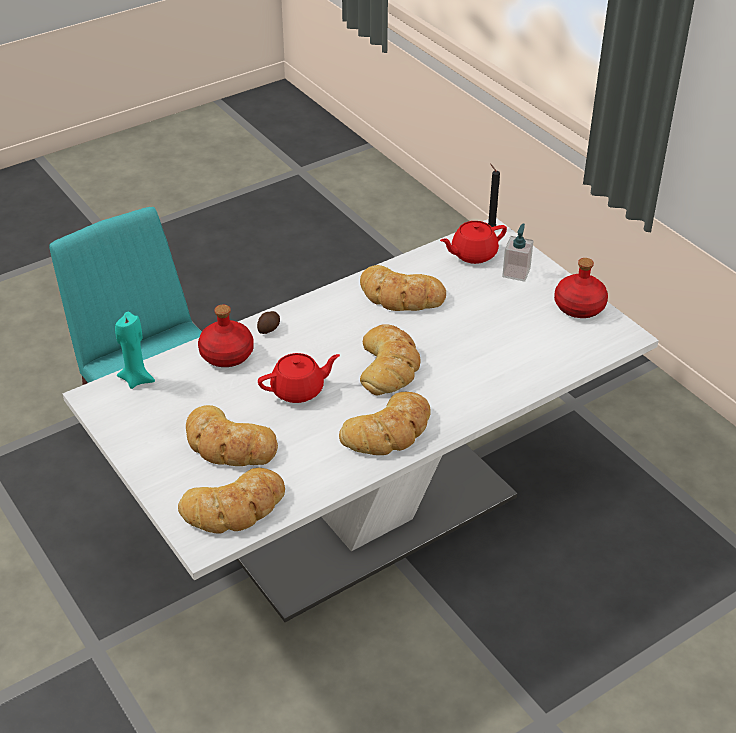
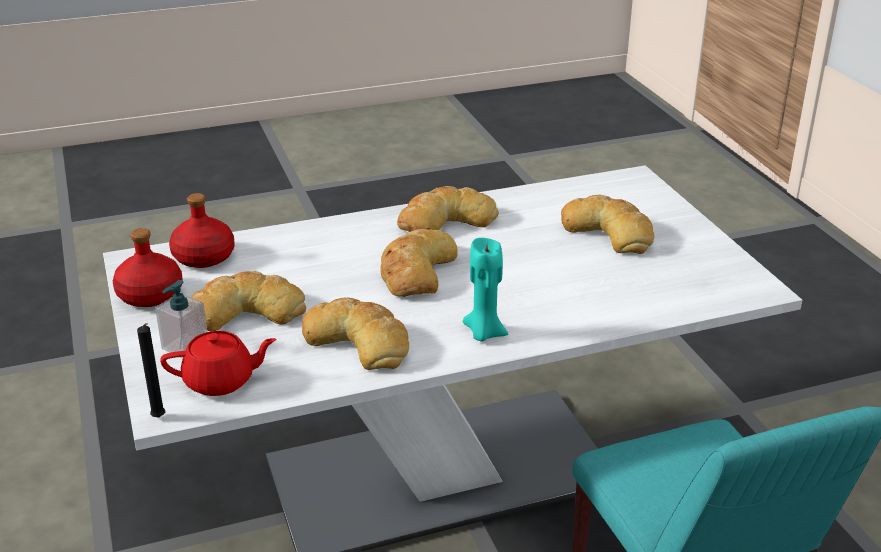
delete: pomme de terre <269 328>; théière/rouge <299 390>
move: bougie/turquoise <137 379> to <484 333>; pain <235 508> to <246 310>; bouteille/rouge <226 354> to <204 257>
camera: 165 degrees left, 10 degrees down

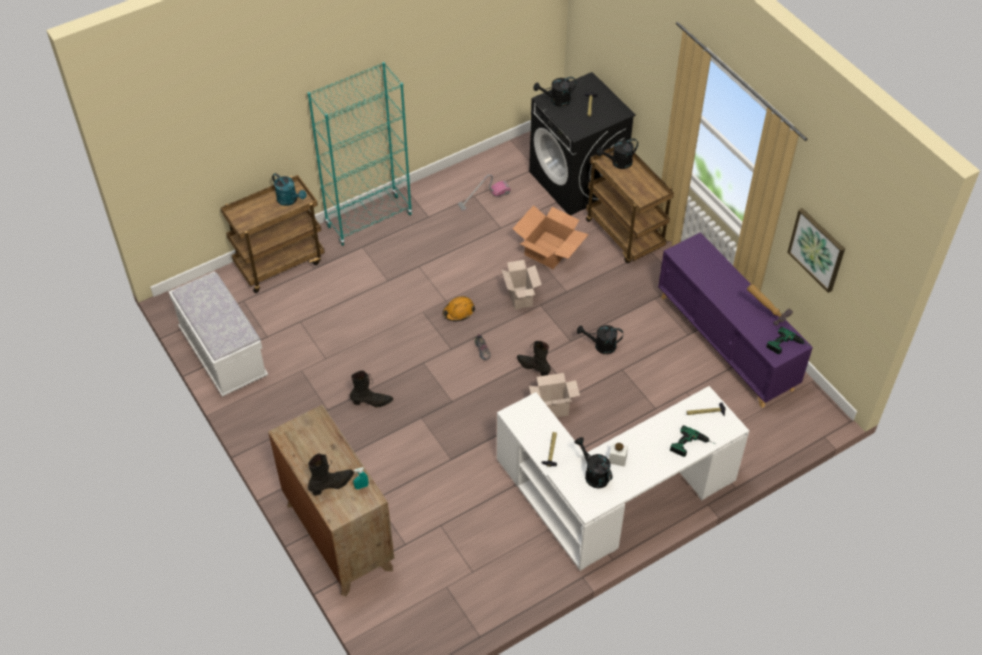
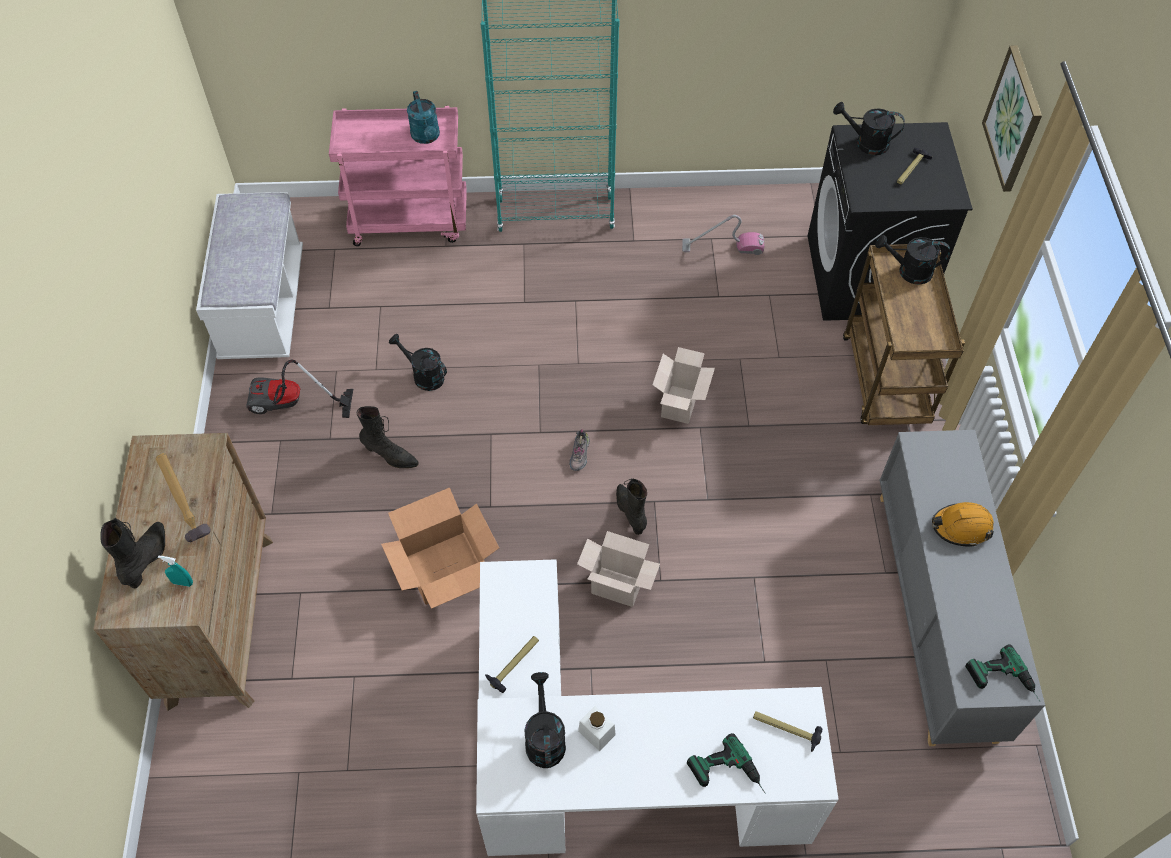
insert: aspirateur <291 406>
move: casque de chantier/orange <458 312> to <961 527>; carton <549 250> to <445 568>; arrosoir/noir <601 346> to <423 375>; marteau <766 315> to <194 516>; tableau <817 249> to <1014 119>
recolor: chariot/marron <280 263> to chariot/rose <410 221>; meuble de rangement/violet <726 342> to meuble de rangement/gris <936 613>
rotate: botte/noir <332 485> = <148 559> 75 degrees counterclockwise
camera: 30 degrees right, 5 degrees up

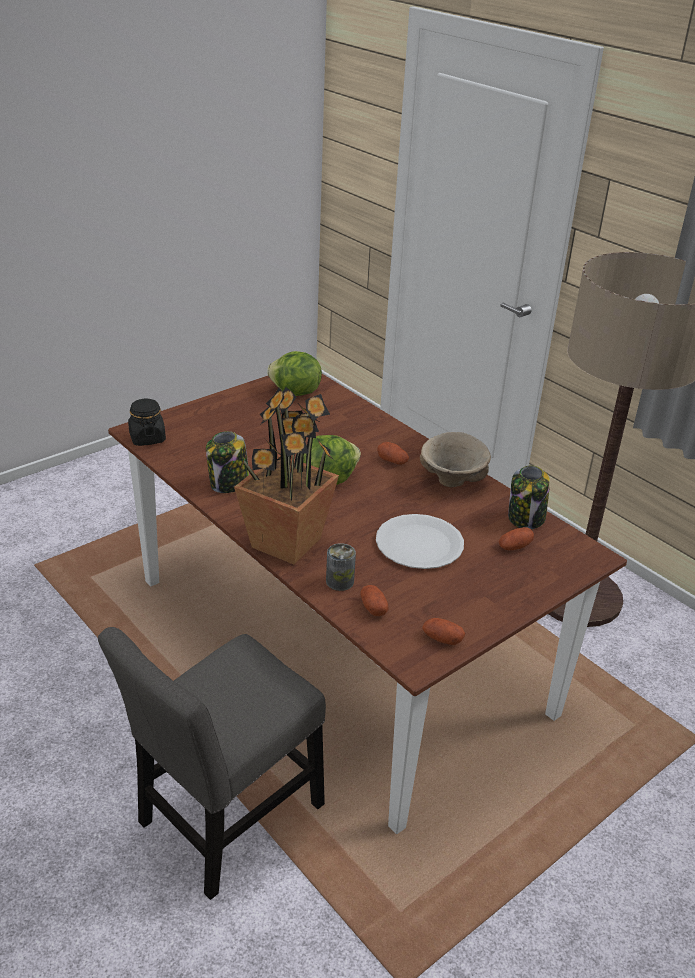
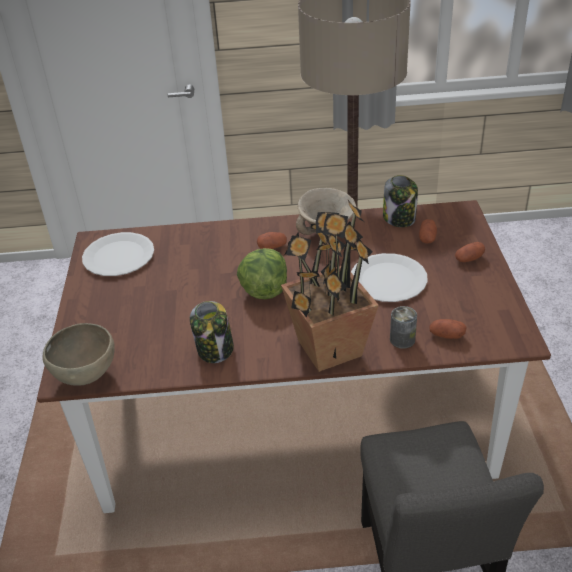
move: pomme de terre <442 639> to <469 259>
replace: bocal/noir <147 438> to bol/marron <87 376>; laitue <295 393> to assiette/blanc <119 256>
camera: 50 degrees left, 5 degrees up

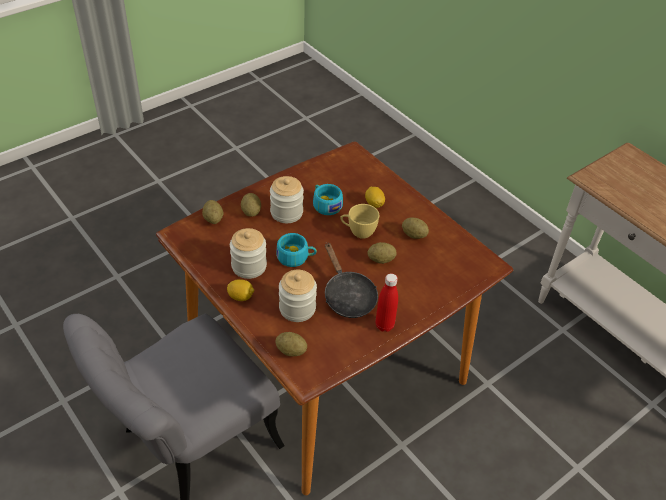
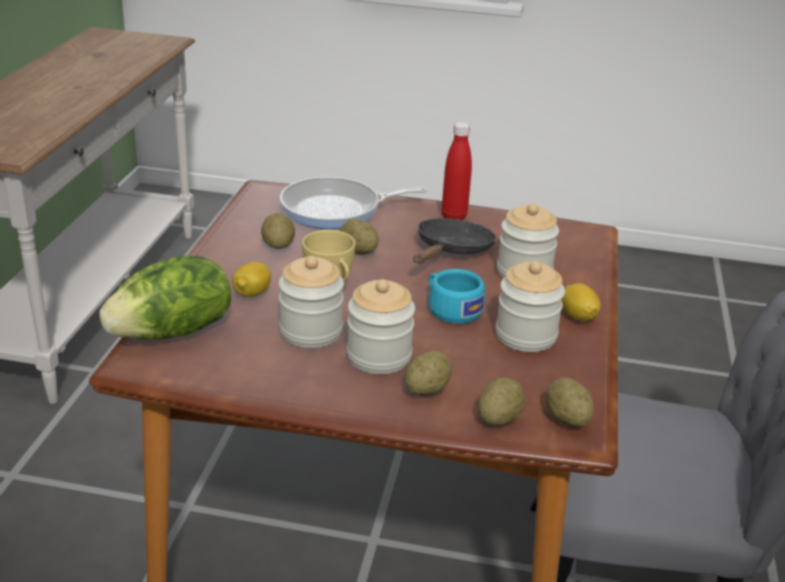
insert: laitue <173 332>; poêle <336 210>
move: pomme de terre <291 351> to <566 419>
replace: tasse/turquoise <325 204> to bocal <311 332>
camera: 130 degrees left, 15 degrees down

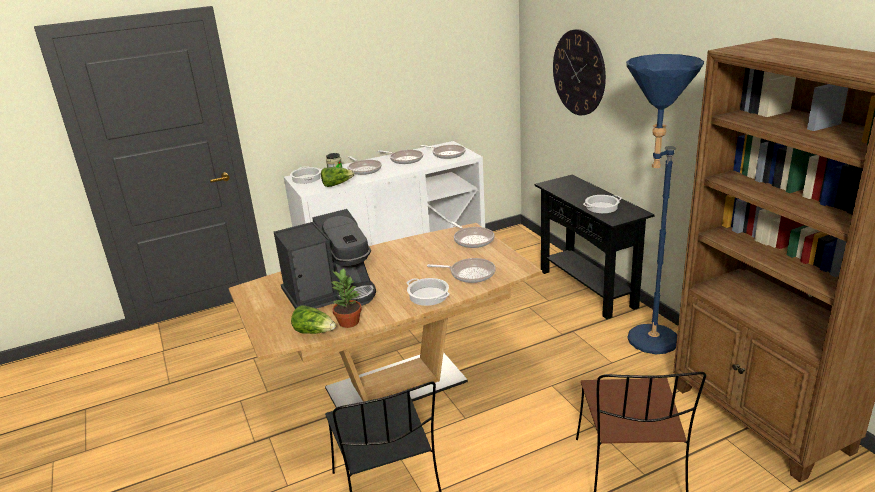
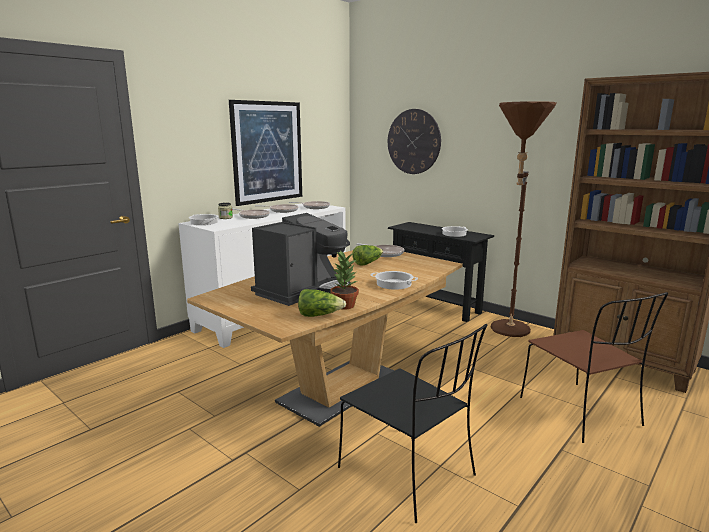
delete: poêle <469 274>
insert: tableau <267 152>
move: laitue <337 184> to <367 263>
recolor: lampadaire/bleu <644 344> to lampadaire/marron <507 332>
camera: 25 degrees left, 10 degrees down

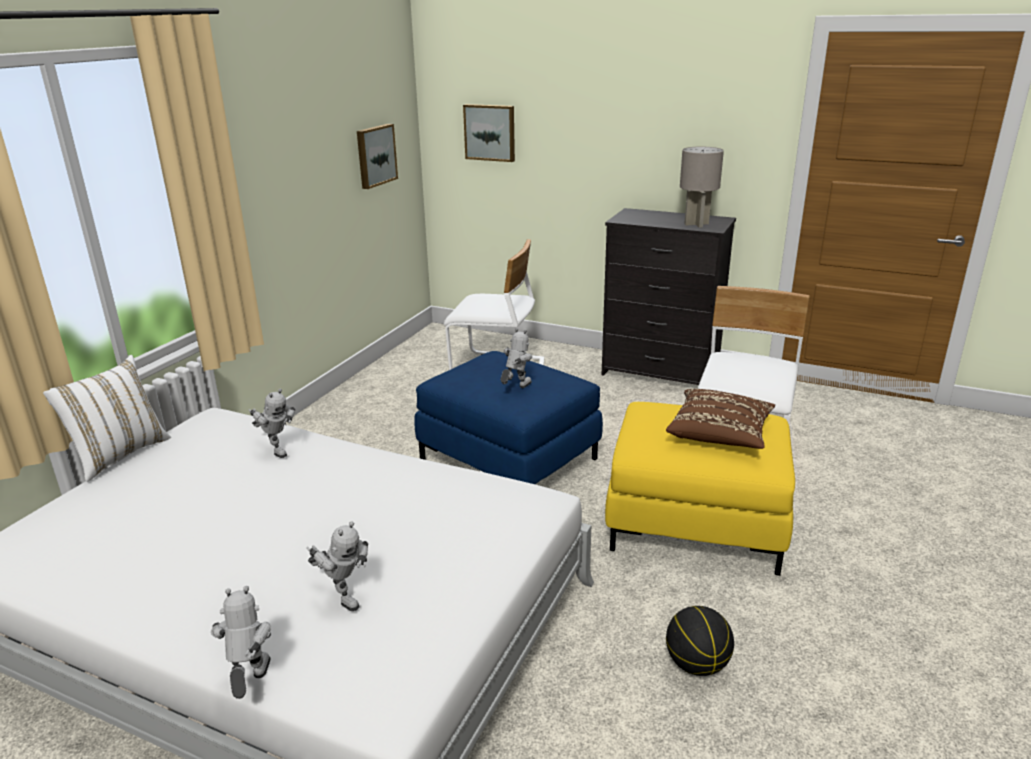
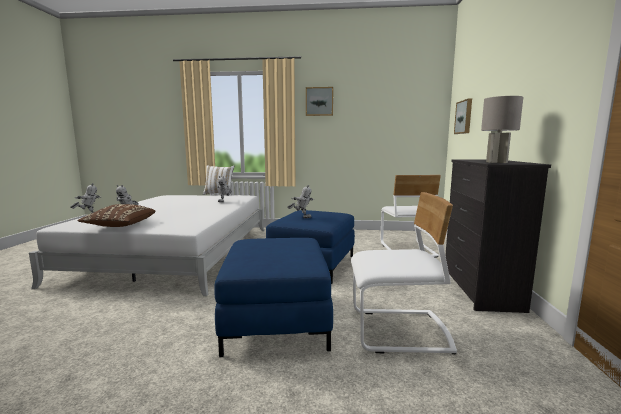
delete: ballon de basket <696 665>
move: tableau <375 155> to <319 101>; coussin/marron <719 434> to <120 226>
recolor: pouf/jaune <696 521> to pouf/bleu <277 320>
camera: 70 degrees right, 15 degrees down

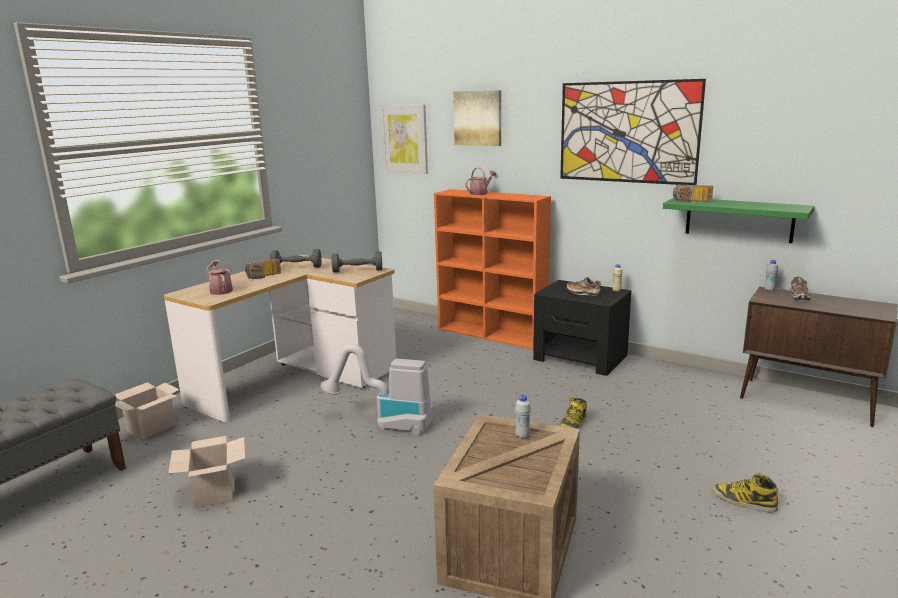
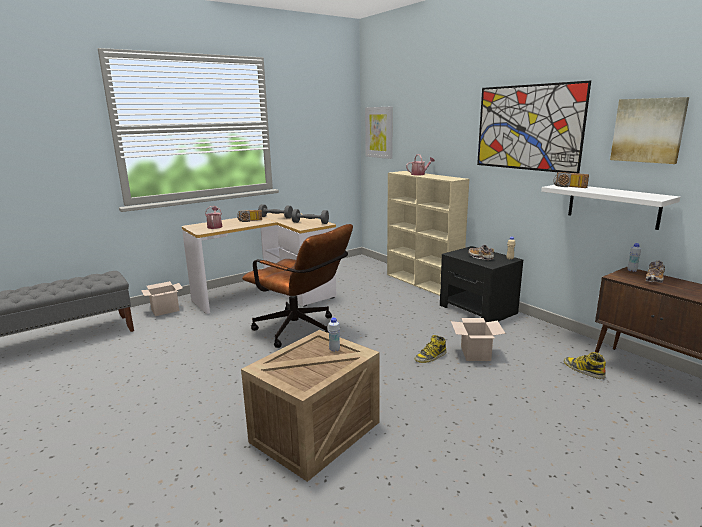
move: carton <213 492> to <474 353>; tableau <478 118> to <648 130>; botte <743 501> to <583 370>
replace: aspirateur <386 423> to chaise de bureau/marron <301 331>
recolor: bibliothèque/orange <492 334> to bibliothèque/beige <423 283>; étagère/vert <738 219> to étagère/blanc <612 205>
camera: 20 degrees right, 0 degrees up

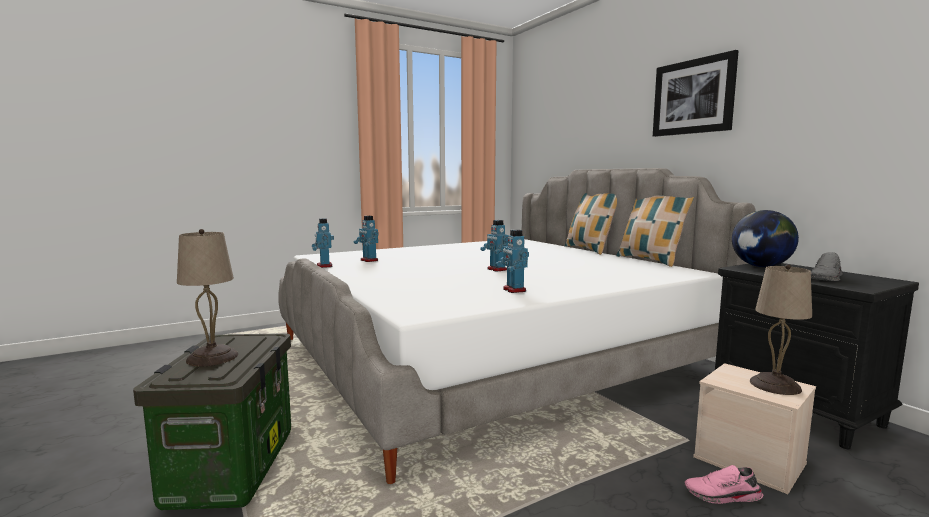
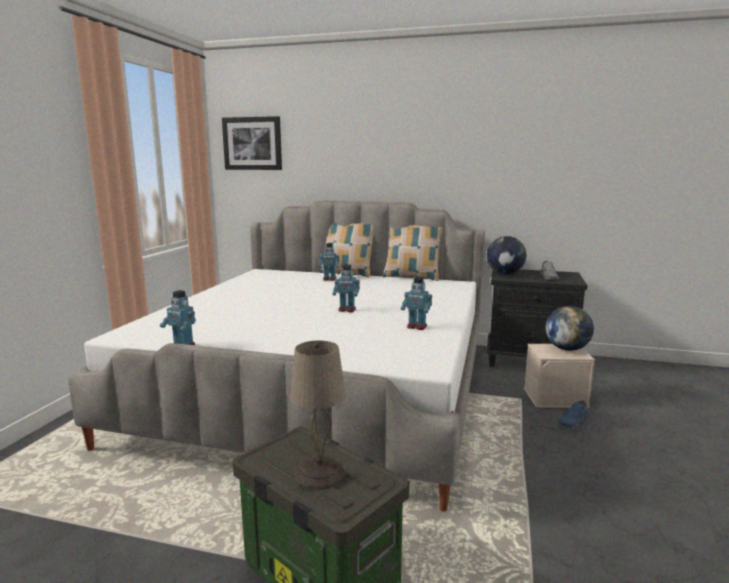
move: robot jouet <368 260> to <329 279>; tableau <693 97> to <252 143>
replace: lampe de table/beige <775 385> to globe <567 349>
recolor: chaussure/rose <722 496> to chaussure/bleu <574 422>
camera: 45 degrees left, 5 degrees up

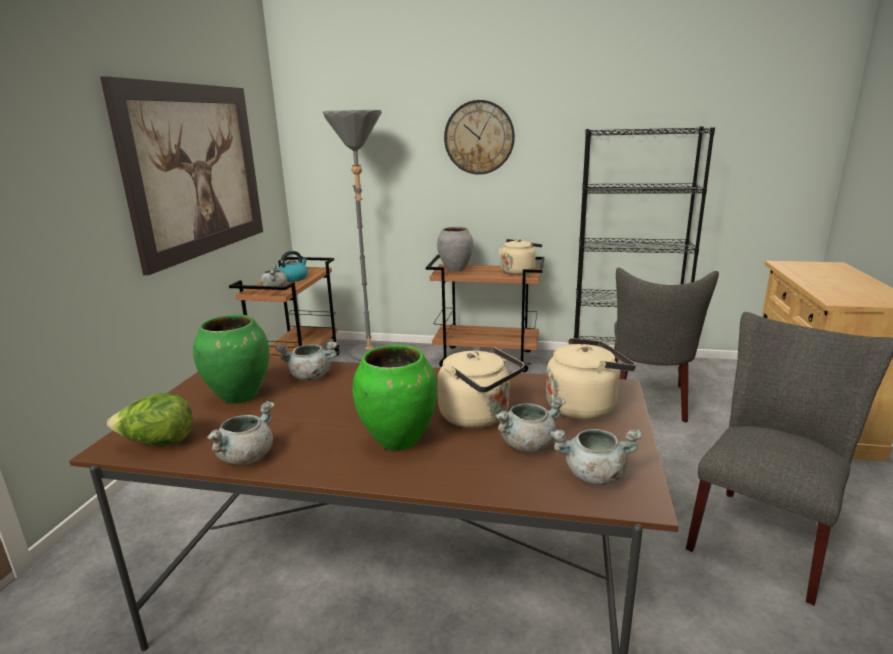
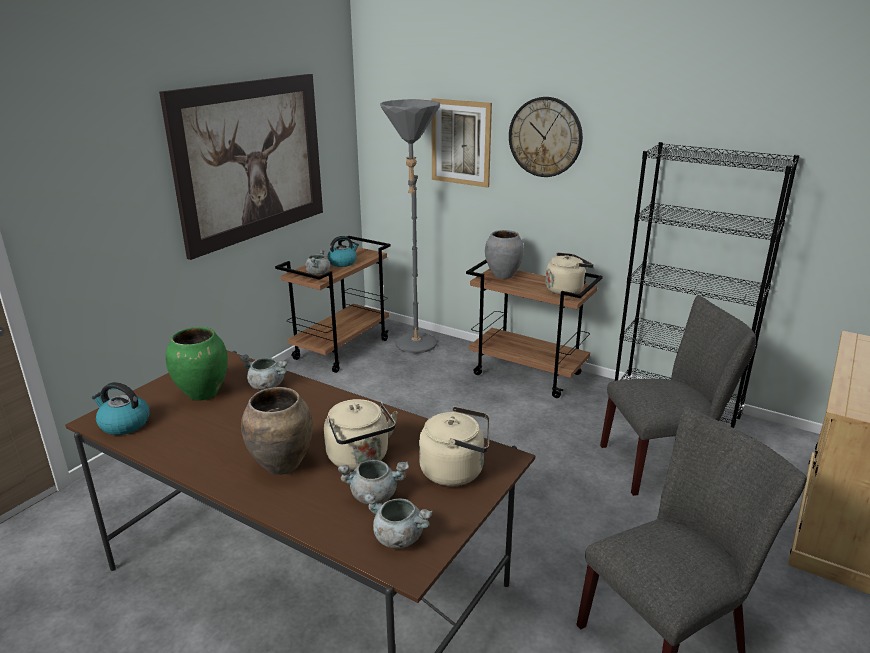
delete: marmite/gris <246 456>
insert: tableau <461 142>
replace: laitue <157 443> to bouilloire <124 424>
recolor: vase/vert <399 440> to vase/marron <283 465>
rotate: chaise/gris <648 402> = <665 463> 135 degrees counterclockwise
camera: 20 degrees right, 5 degrees up

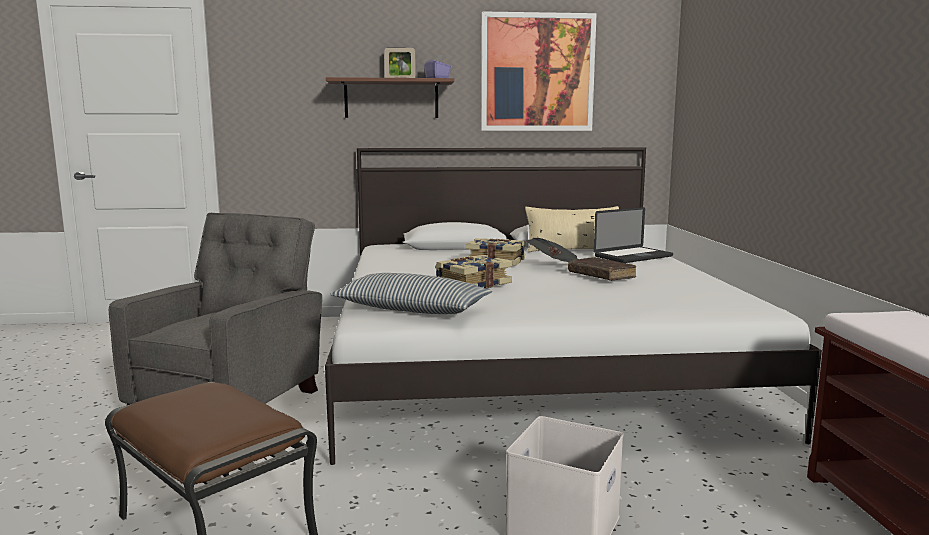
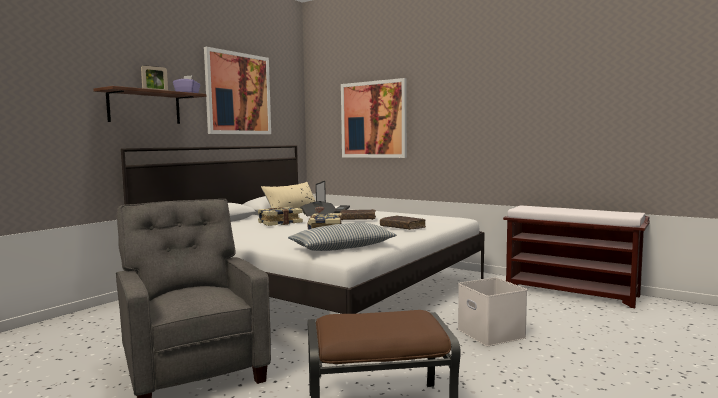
insert: tableau <373 119>; livre/marron <402 227>
camera: 50 degrees left, 5 degrees down

